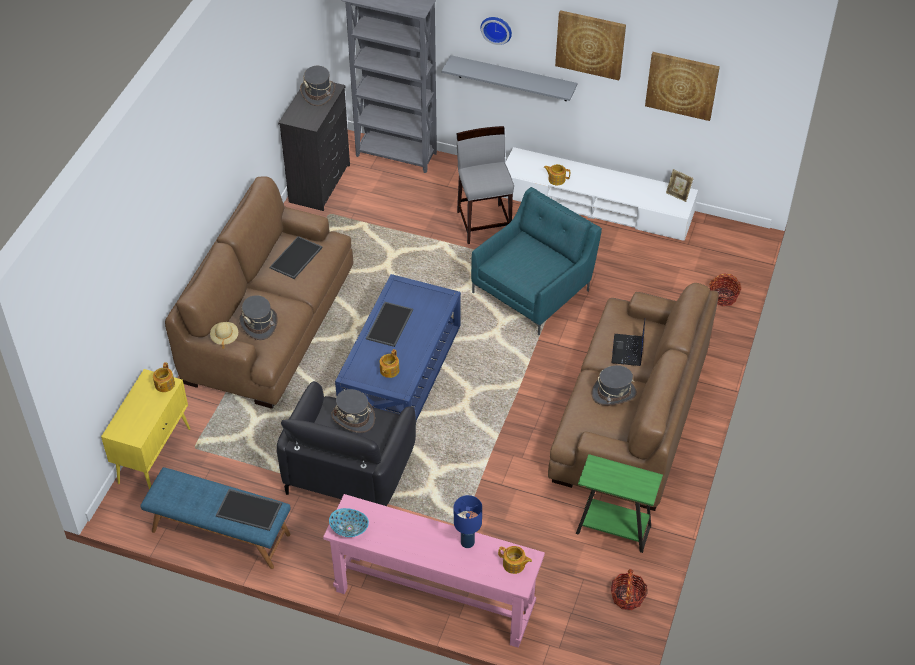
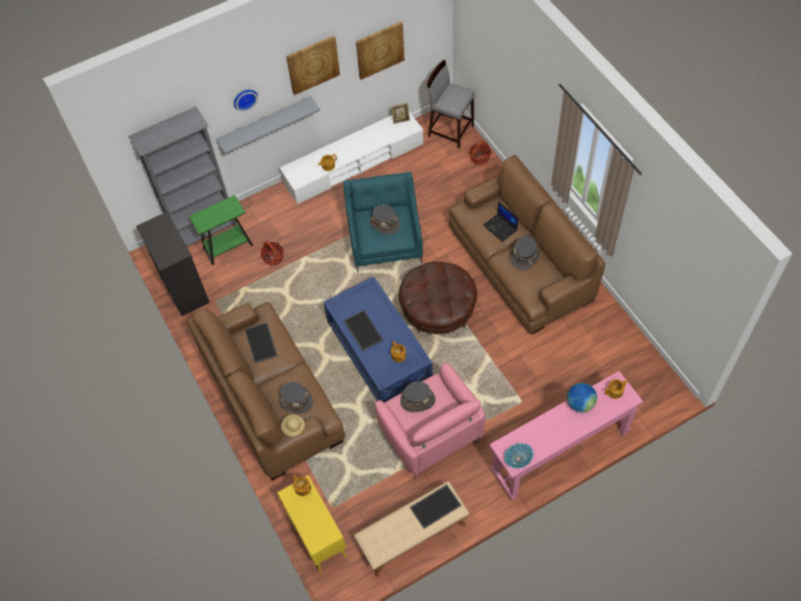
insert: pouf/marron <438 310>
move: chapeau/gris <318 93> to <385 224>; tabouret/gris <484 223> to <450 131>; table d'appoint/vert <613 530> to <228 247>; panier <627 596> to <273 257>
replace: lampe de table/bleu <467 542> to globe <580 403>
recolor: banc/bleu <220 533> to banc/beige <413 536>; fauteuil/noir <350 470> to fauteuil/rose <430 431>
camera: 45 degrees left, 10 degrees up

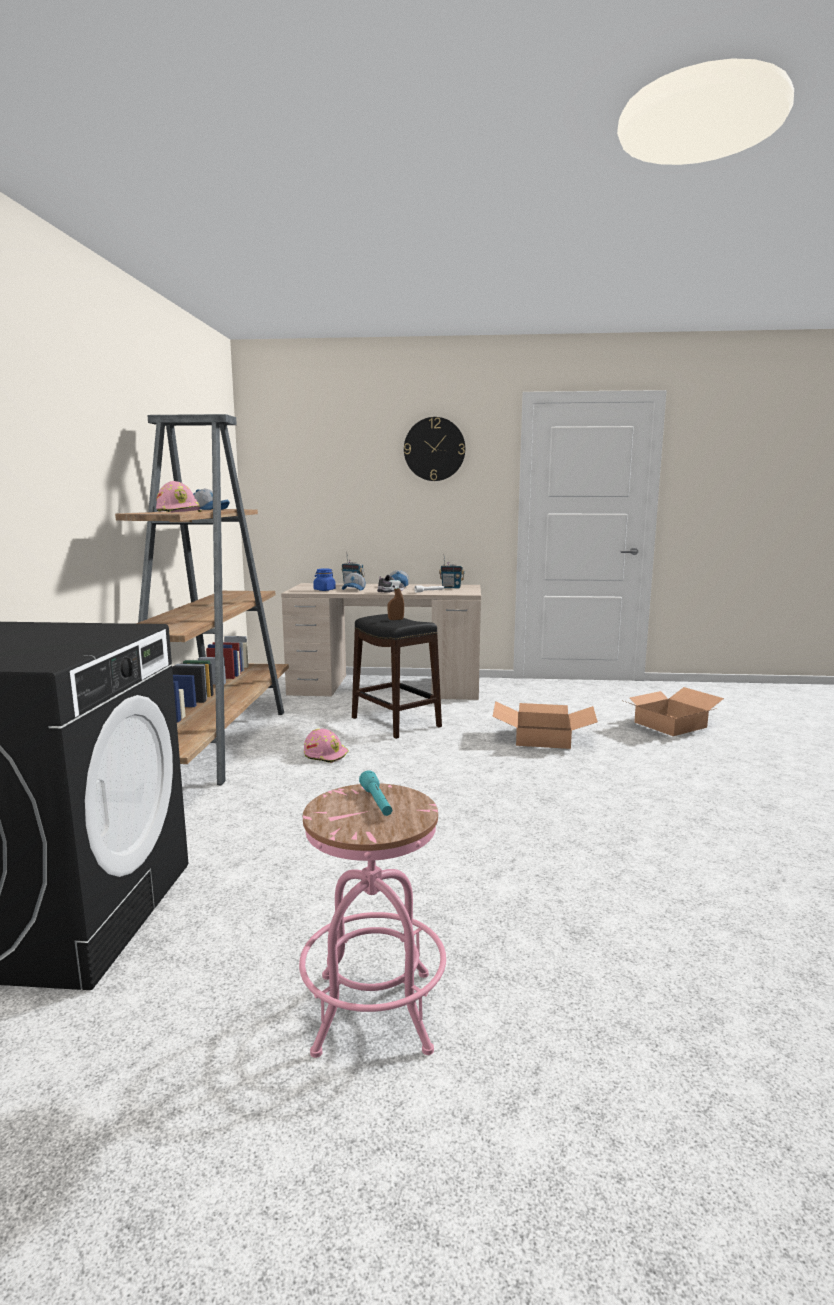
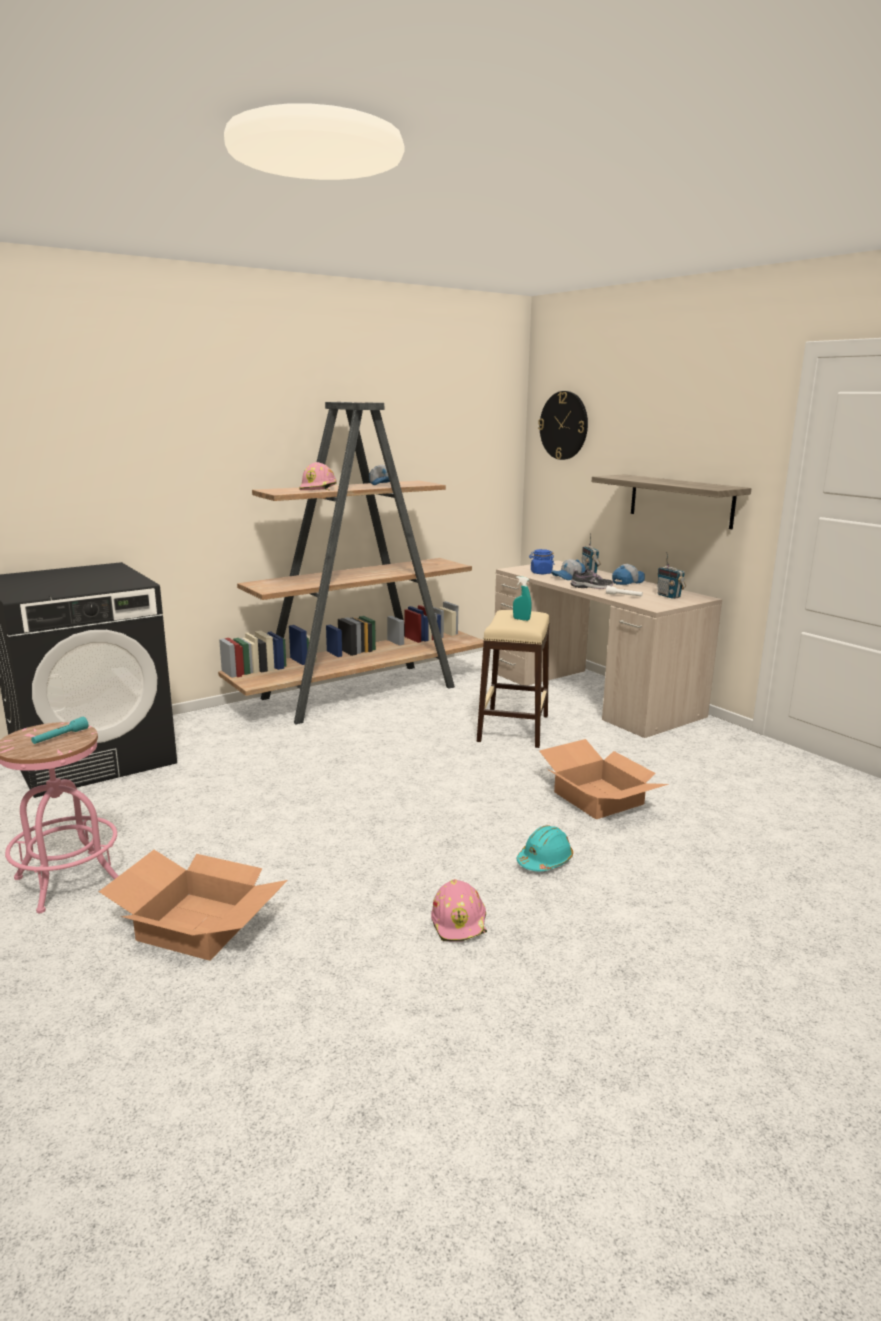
insert: casque de chantier/turquoise <545 861>; étagère <681 501>
move: casque de chantier/rose <326 754> to <460 922>; horloge murale <434 449> to <564 425>; carton <670 725> to <196 926>
recolor: tabouret/noir <395 722> to tabouret/beige <512 728>; vaporisateur/marron <395 619> to vaporisateur/turquoise <521 619>
camera: 50 degrees right, 5 degrees up

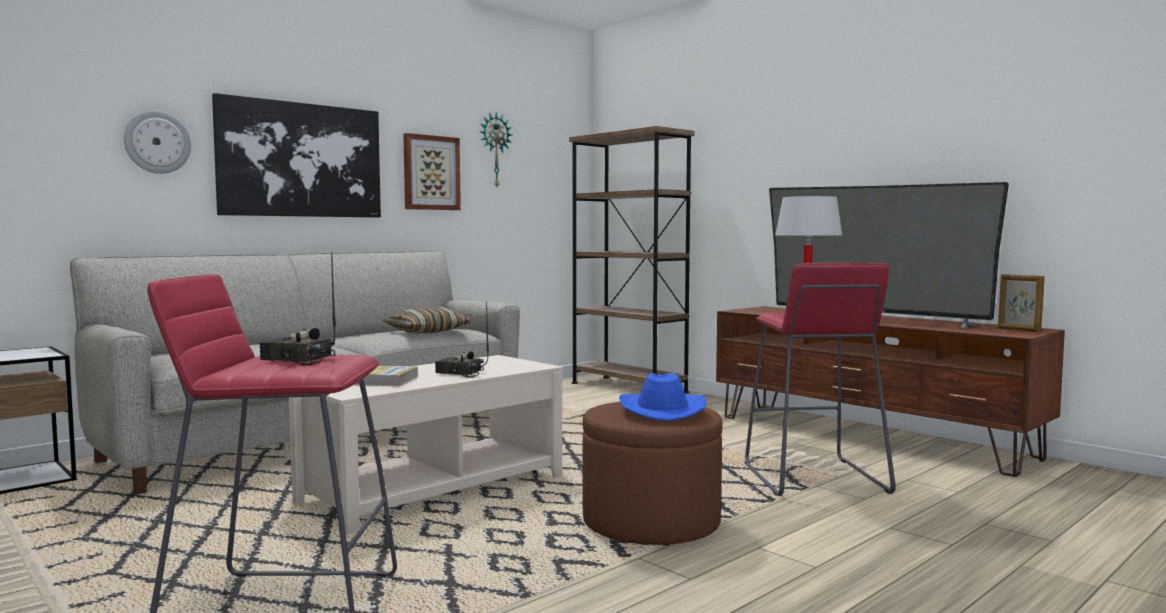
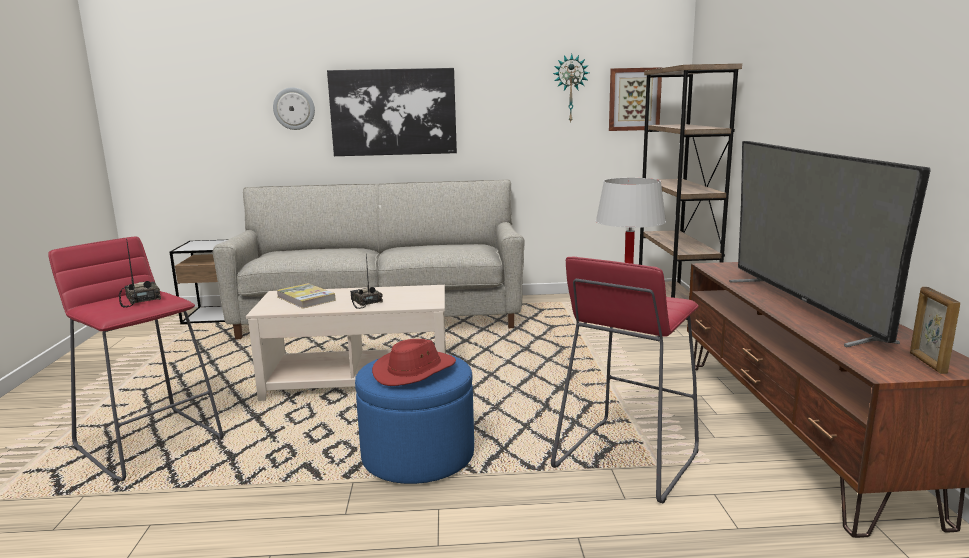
delete: coussin <427 332>
move: tableau <431 173> to <634 99>
recolor: pouf/marron <651 522> to pouf/bleu <418 455>; chapeau/bleu <661 410> to chapeau/rouge <415 371>
camera: 40 degrees right, 10 degrees up

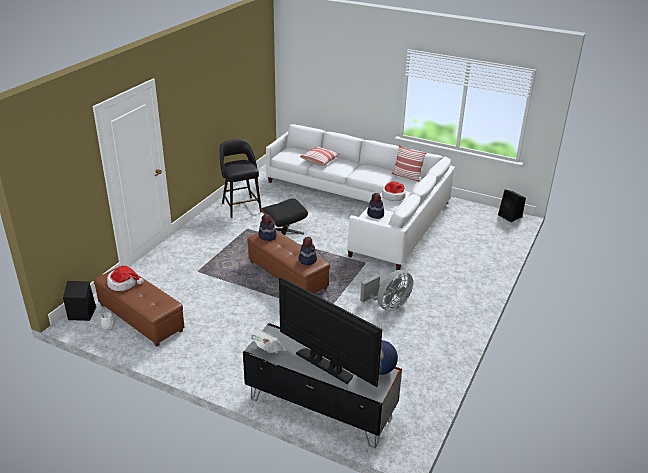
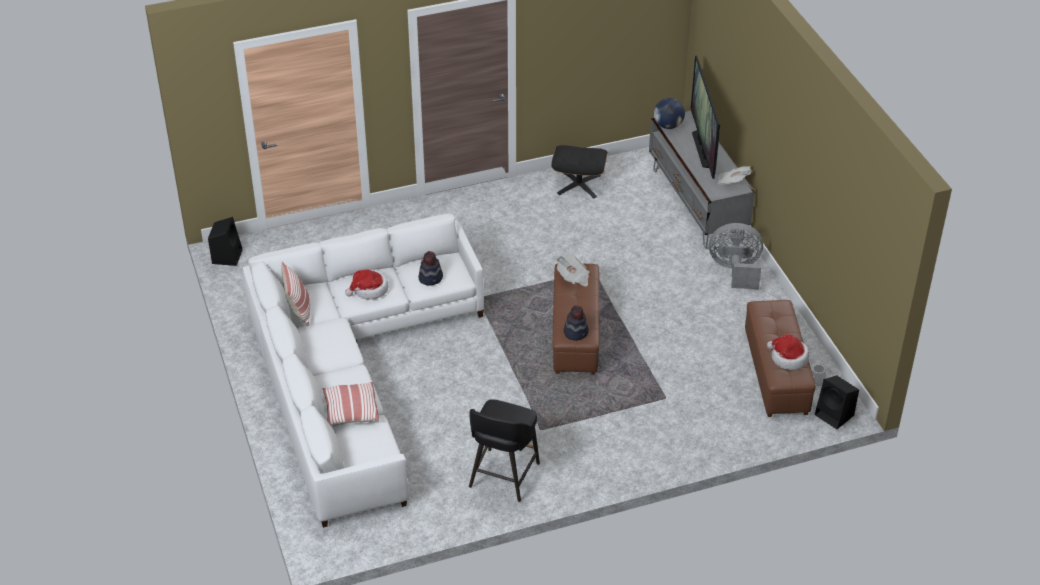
move: pouf/noir <284 231> to <578 184>; ventilateur/gris <388 305> to <735 271>
replace: chapeau <307 260> to journal <573 277>
camera: 135 degrees left, 10 degrees up

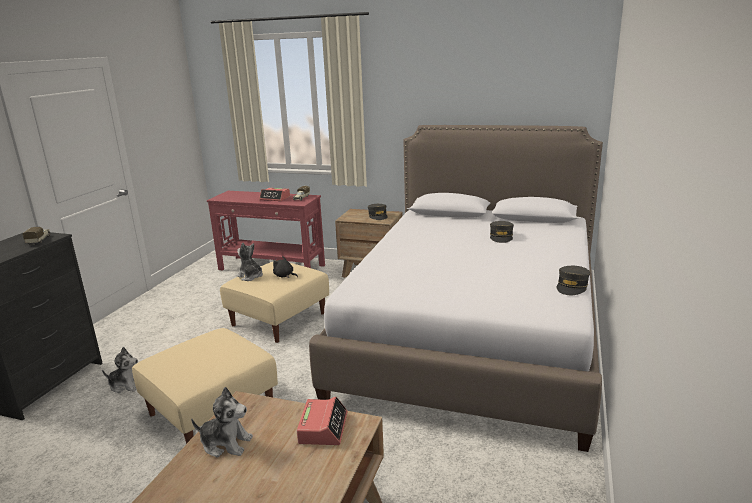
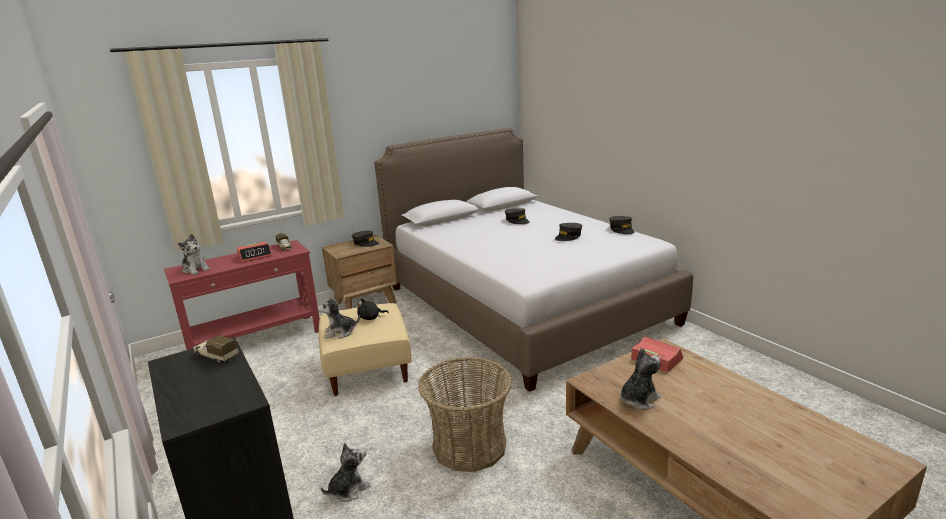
insert: peluche <196 269>; casquette/gris <568 237>
replace: pouf/beige <211 410> to panier <469 446>
camera: 50 degrees left, 0 degrees up

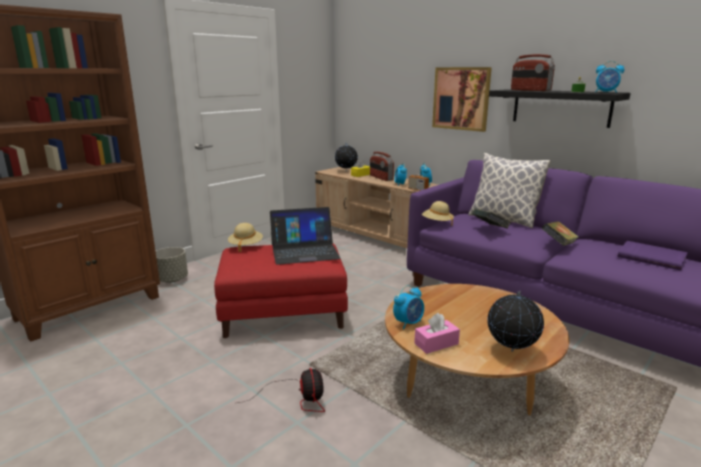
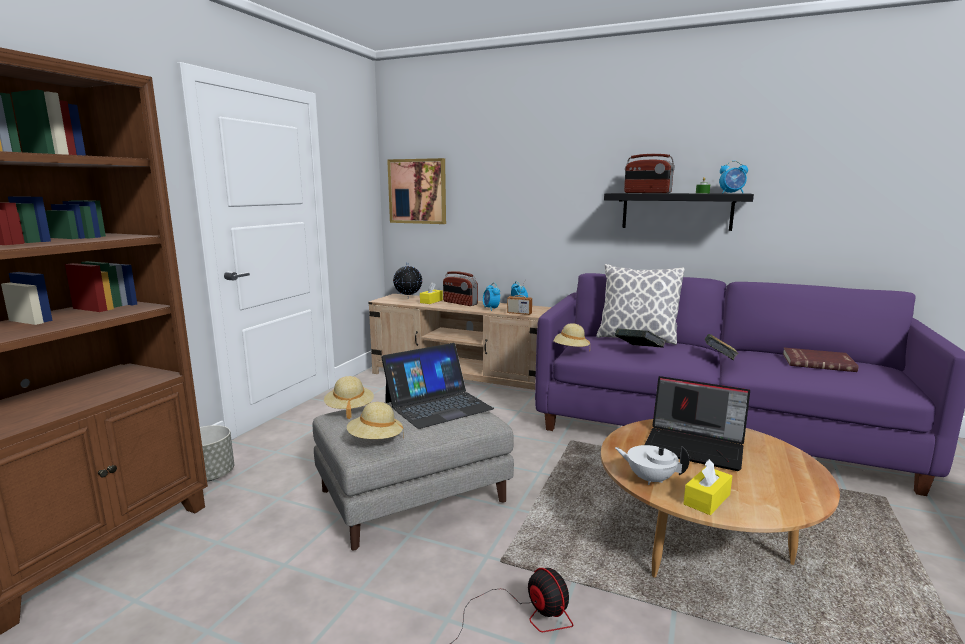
delete: globe <511 351>
insert: chapeau/beige <375 440>; ordinateur portable <695 446>
move: tableau <461 98> to <417 191>
replace: réveil <408 323> to théière/blanc <650 479>
recolor: pouf/rouge <284 313> to pouf/gris <414 496>; boîte à mouchoirs/rose <436 344> to boîte à mouchoirs/jaune <707 499>; livre/violet <651 257> to livre/rouge <817 362>
camera: 20 degrees left, 5 degrees down

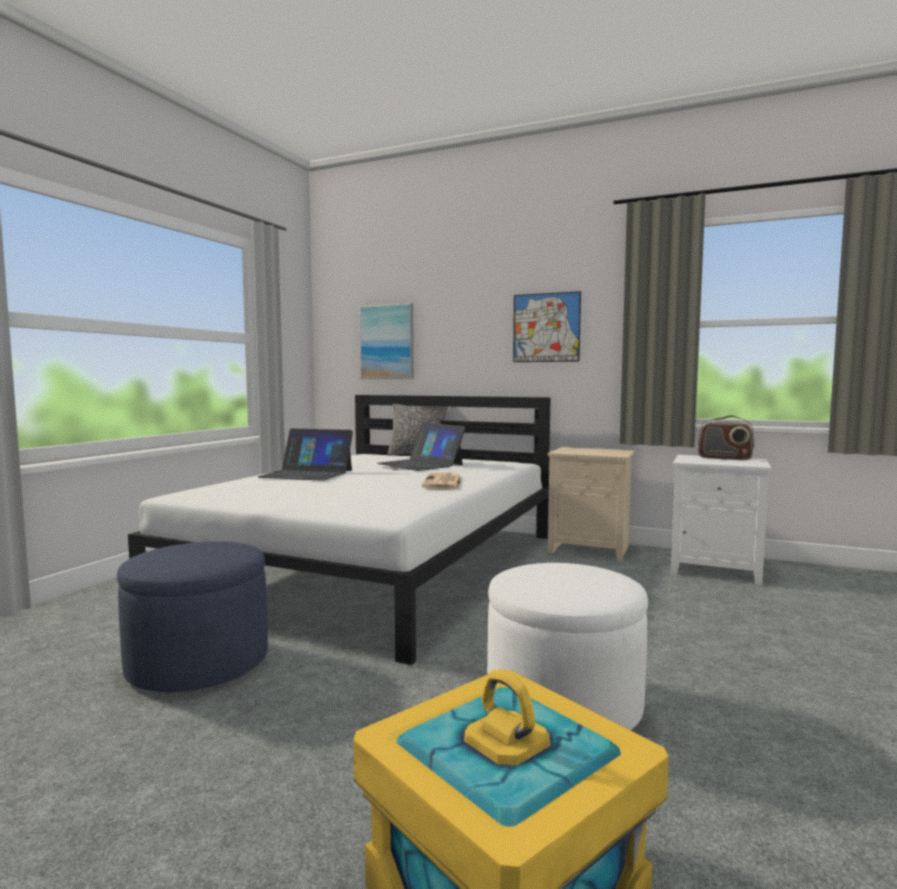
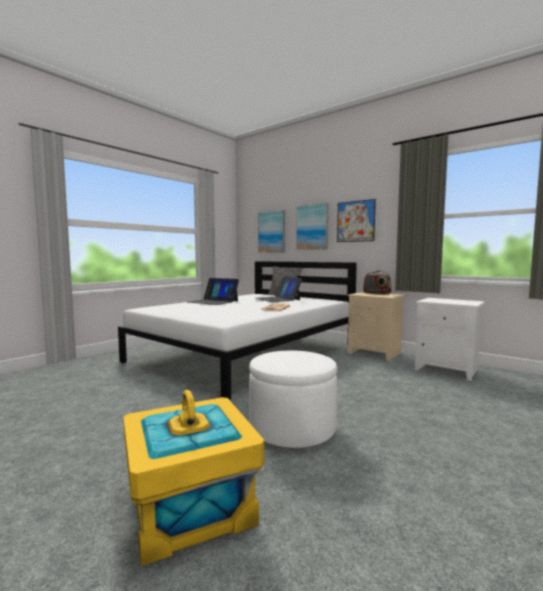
delete: pouf/bleu <198 663>
insert: tableau <312 227>
move: radio <724 458> to <376 293>
camera: 15 degrees right, 0 degrees up

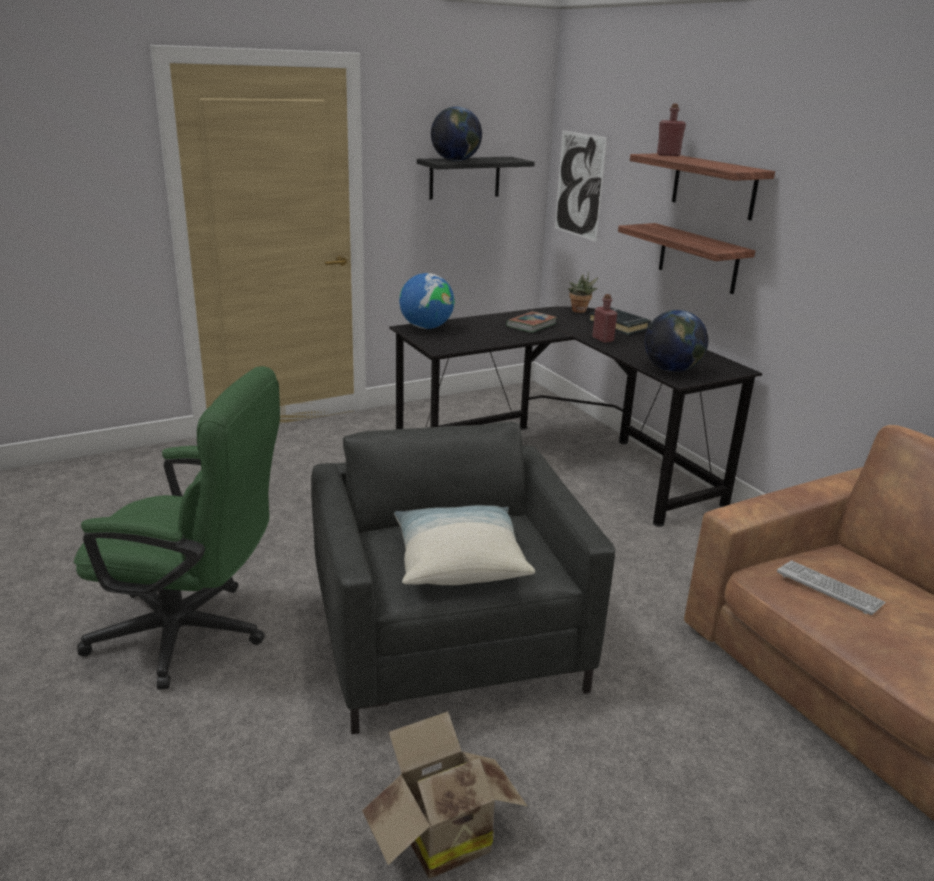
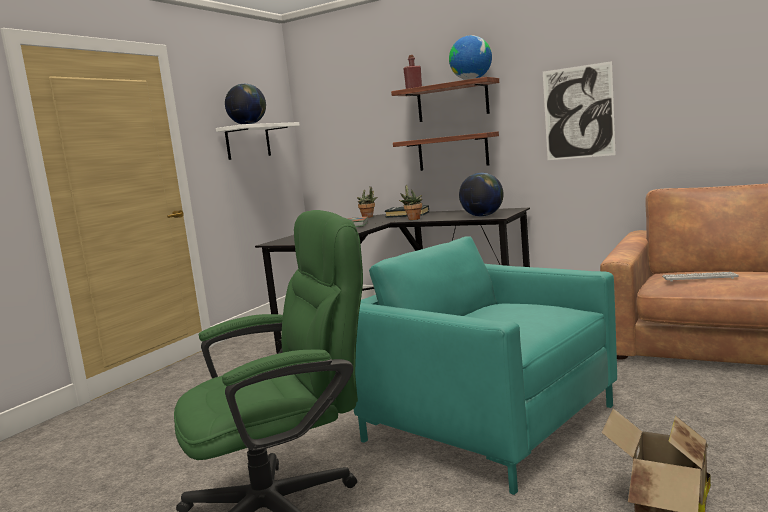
delete: coussin <458 562>
move: globe <426 327> to <472 79>; tableau <579 185> to <578 112>
replace: bouteille/rouge <602 339> to plante en pot <412 219>
recolor: fauteuil/gris <448 642> to fauteuil/turquoise <489 423>; étagère/noir <464 177> to étagère/blanc <248 142>
camera: 30 degrees left, 15 degrees down

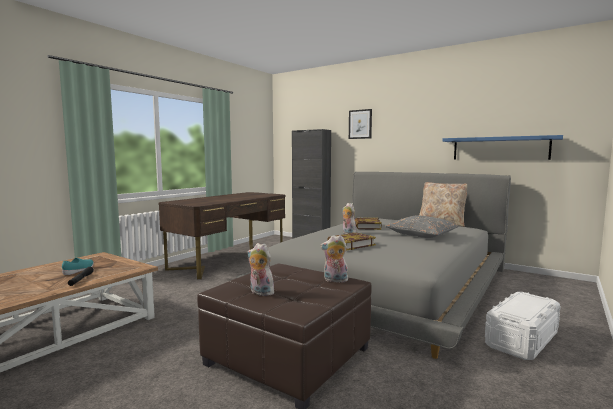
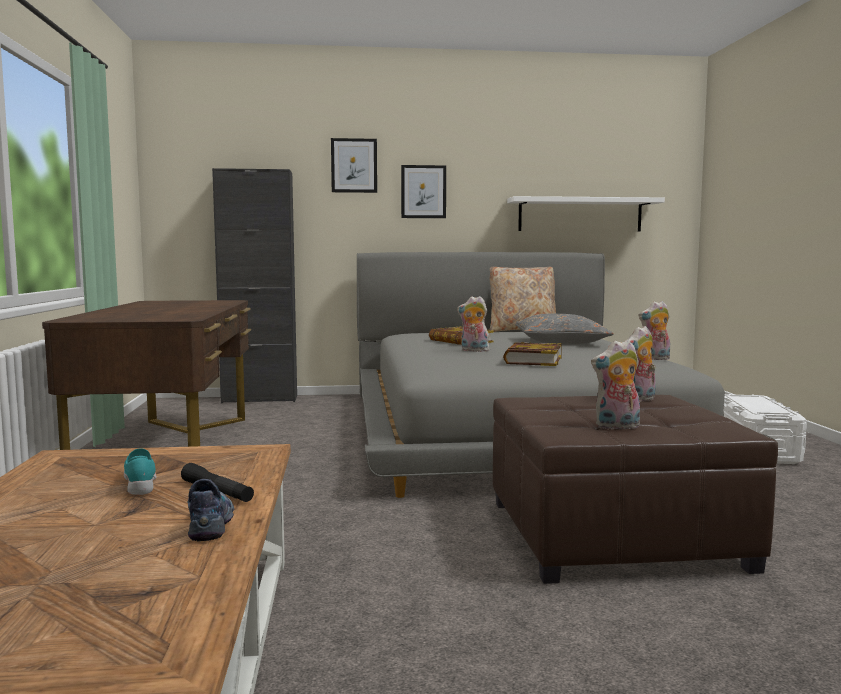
insert: chaussure <211 522>; tableau <423 192>; peluche <655 359>
recolor: étagère/bleu <499 148> to étagère/blanc <580 215>
camera: 40 degrees left, 0 degrees up

